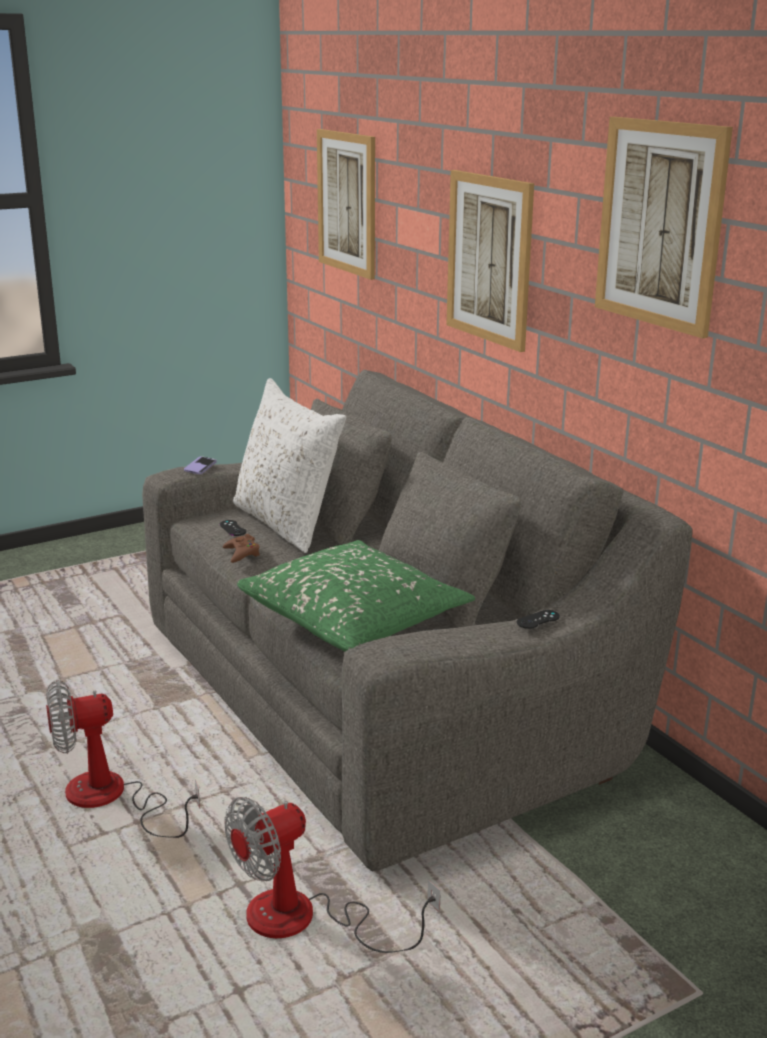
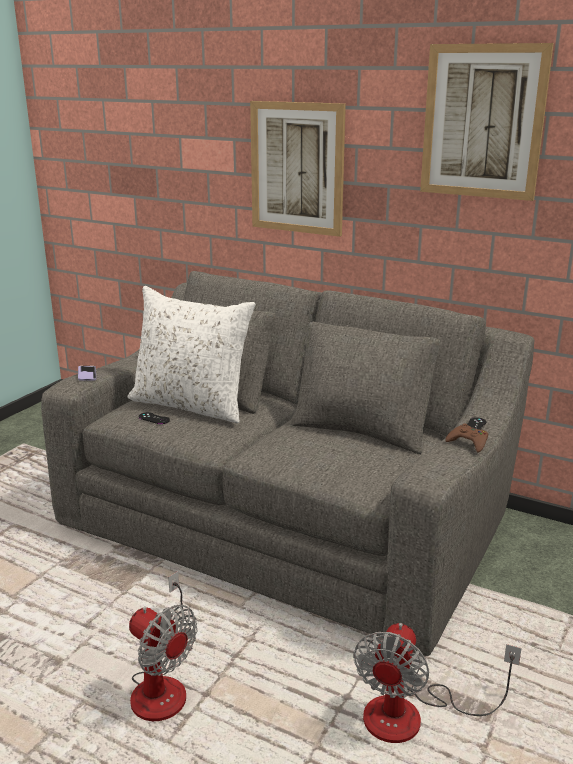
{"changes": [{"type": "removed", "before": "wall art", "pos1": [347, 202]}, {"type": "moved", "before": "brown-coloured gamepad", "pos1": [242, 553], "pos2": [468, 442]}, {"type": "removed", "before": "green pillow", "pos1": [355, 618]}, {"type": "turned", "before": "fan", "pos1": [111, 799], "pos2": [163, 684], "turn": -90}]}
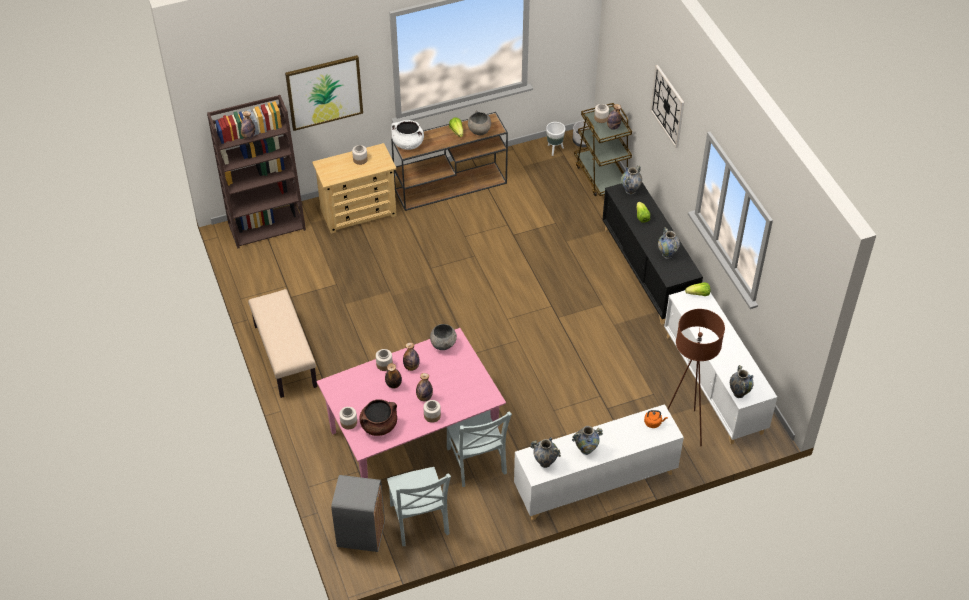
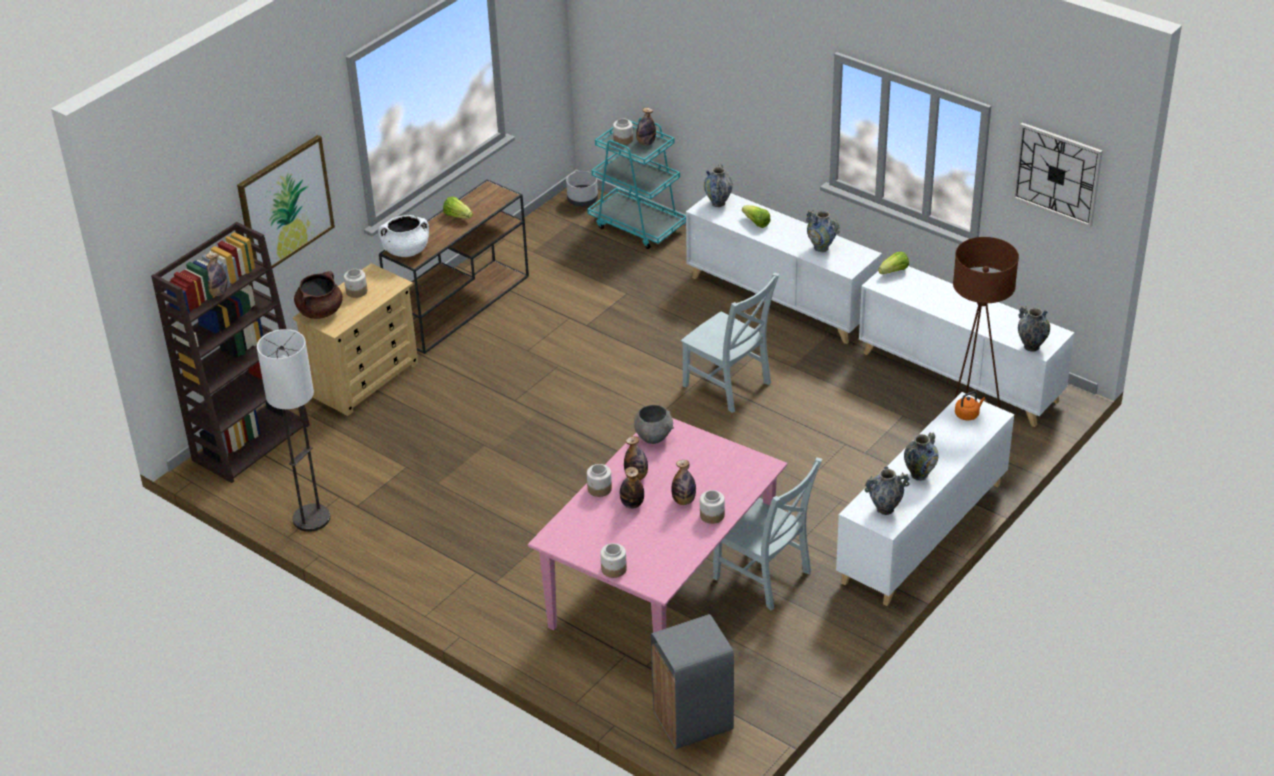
{"changes": [{"type": "moved", "before": "clock on the wall", "pos1": [668, 106], "pos2": [1057, 174]}, {"type": "recoloured", "before": "brown-coloured wheeled cart", "after": "turquoise-coloured wheeled cart", "pos1": [602, 176], "pos2": [637, 226]}, {"type": "removed", "before": "gray bowl", "pos1": [479, 131]}, {"type": "removed", "before": "white planter", "pos1": [554, 149]}, {"type": "recoloured", "before": "black-coloured cabinet", "after": "white cabinet", "pos1": [647, 271], "pos2": [781, 299]}, {"type": "removed", "before": "sand-coloured bench", "pos1": [284, 356]}, {"type": "moved", "before": "brown-coloured stockpot", "pos1": [379, 425], "pos2": [320, 311]}, {"type": "moved", "before": "gray upright chair", "pos1": [419, 521], "pos2": [729, 386]}, {"type": "added", "after": "standard lamp", "pos2": [311, 519]}]}
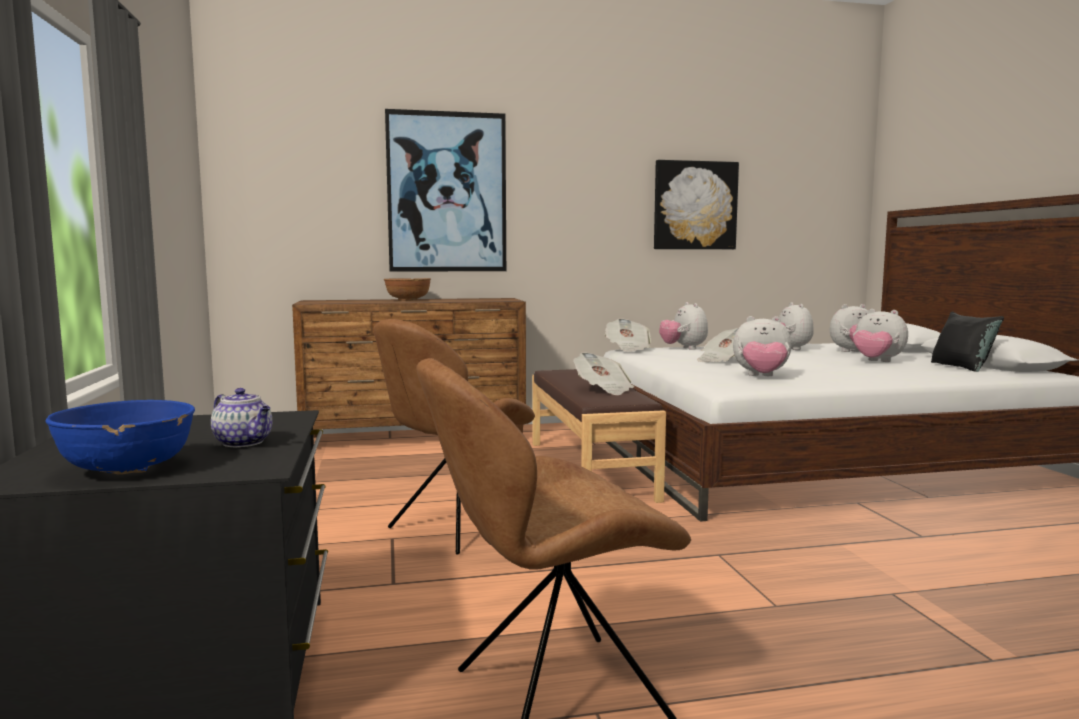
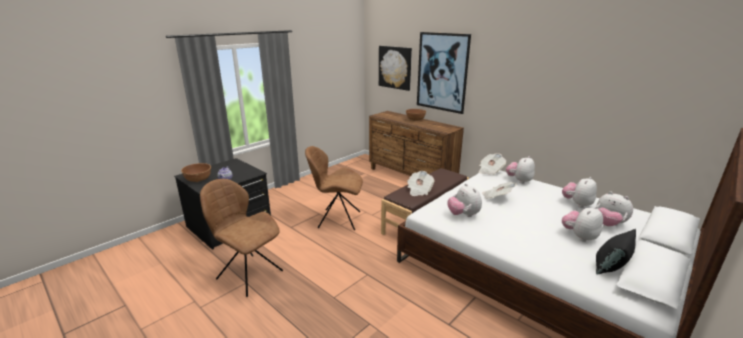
{"changes": [{"type": "moved", "before": "wall art", "pos1": [695, 205], "pos2": [395, 67]}, {"type": "turned", "before": "cuddly toy", "pos1": [877, 361], "pos2": [579, 236], "turn": 45}, {"type": "recoloured", "before": "blue-coloured bowl", "after": "brown-coloured bowl", "pos1": [127, 468], "pos2": [198, 179]}]}
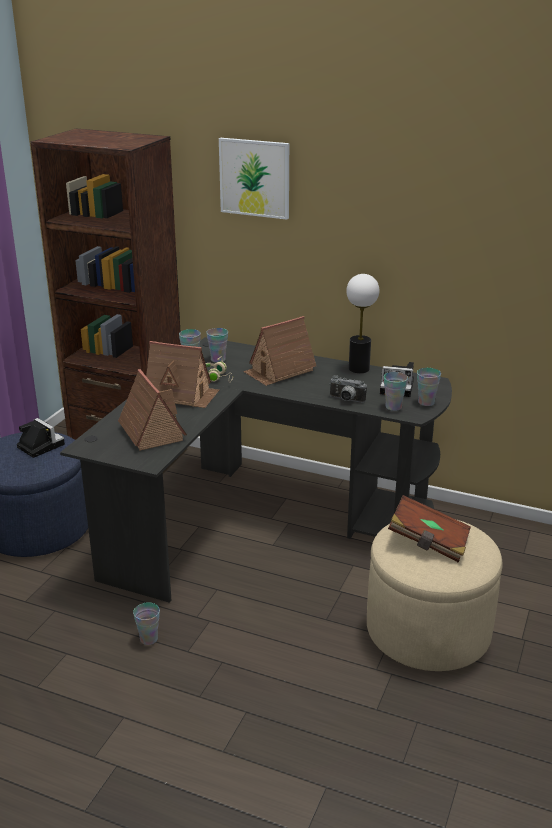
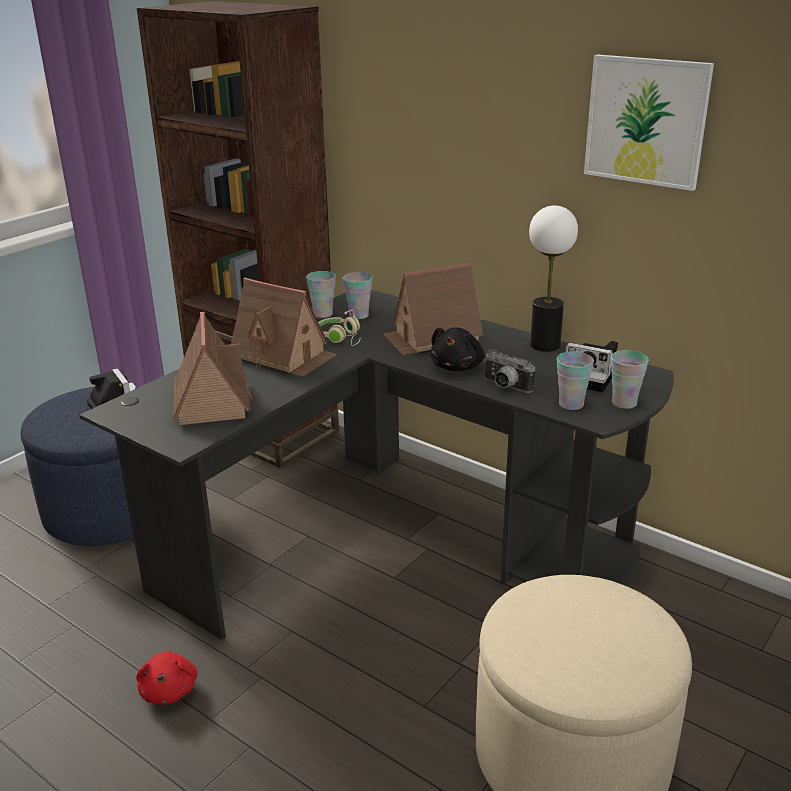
{"changes": [{"type": "moved", "before": "wall art", "pos1": [255, 178], "pos2": [646, 121]}, {"type": "removed", "before": "brown-coloured volume", "pos1": [428, 542]}, {"type": "replaced", "before": "drinking cup", "after": "red cuddly toy", "pos1": [148, 639], "pos2": [169, 690]}, {"type": "added", "after": "black-coloured cuddly toy", "pos2": [458, 366]}]}
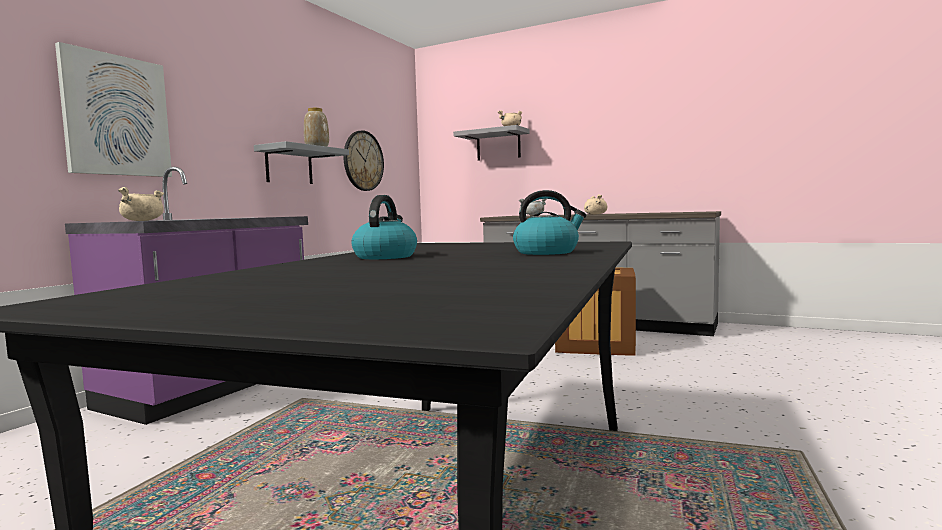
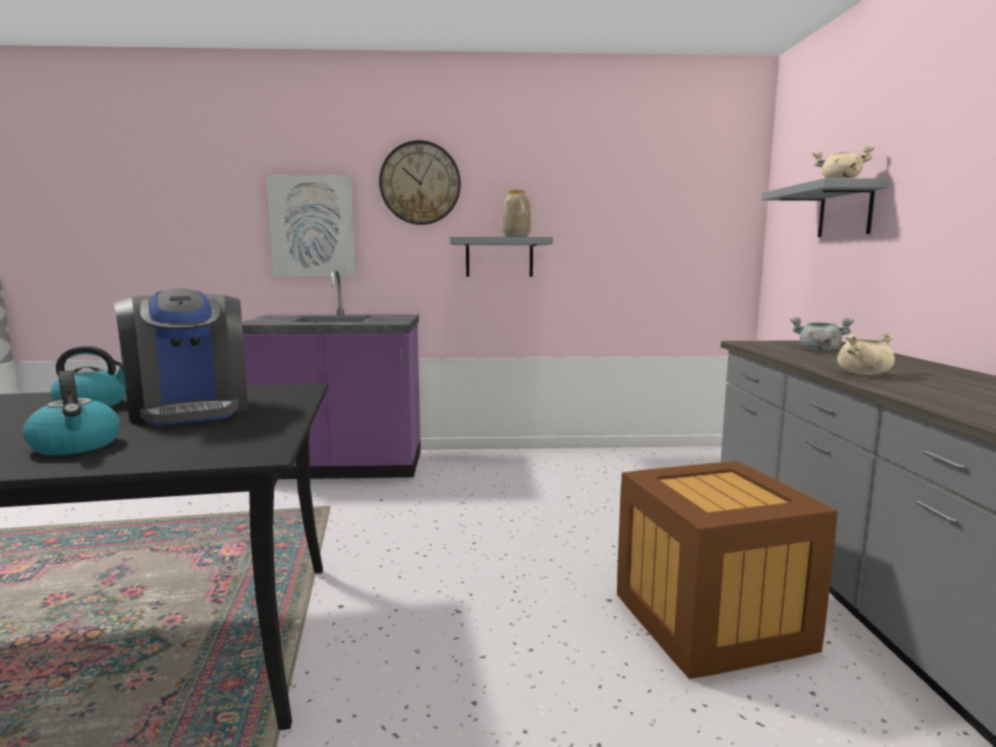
{"changes": [{"type": "moved", "before": "clock on the wall", "pos1": [363, 161], "pos2": [420, 183]}, {"type": "removed", "before": "sand-coloured stockpot", "pos1": [142, 220]}, {"type": "added", "after": "coffee maker", "pos2": [190, 409]}]}
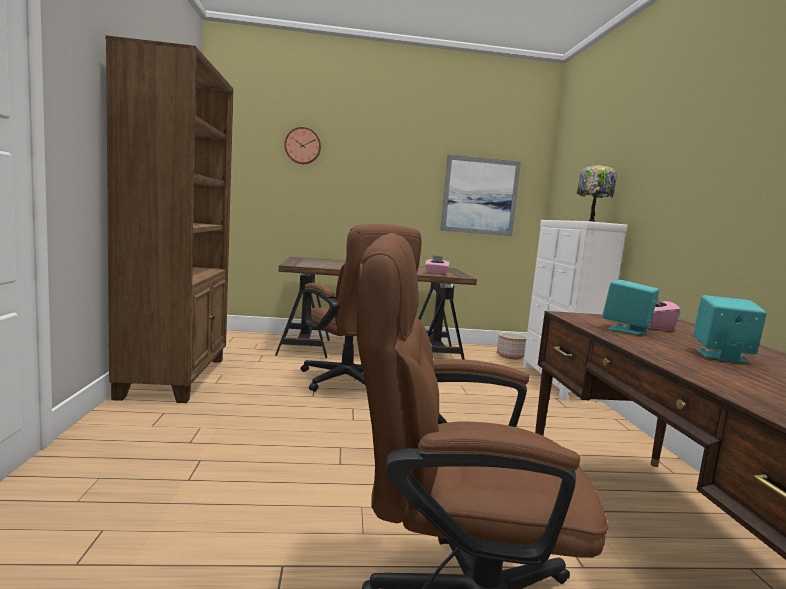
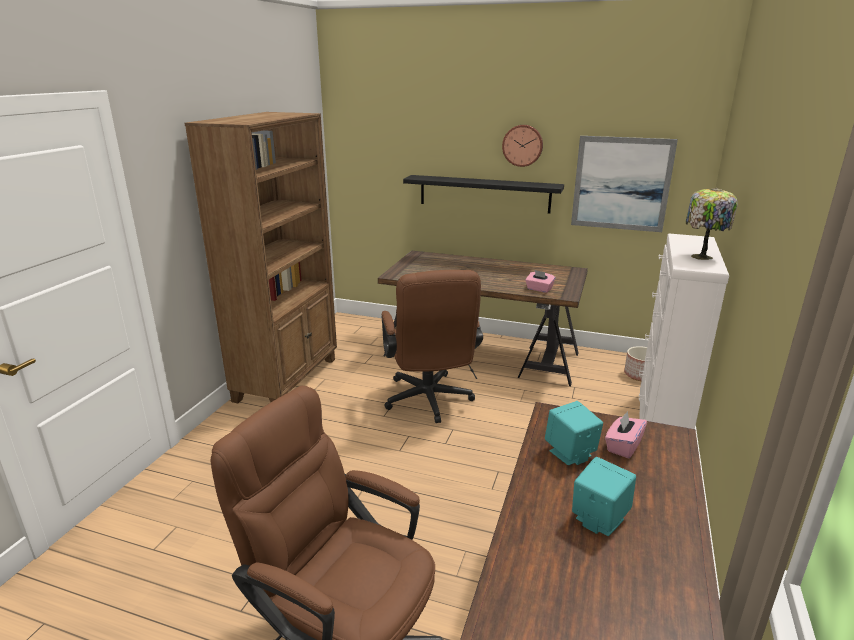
{"changes": [{"type": "moved", "before": "clock on the wall", "pos1": [303, 146], "pos2": [522, 145]}, {"type": "added", "after": "black-coloured wall shelf", "pos2": [484, 193]}]}
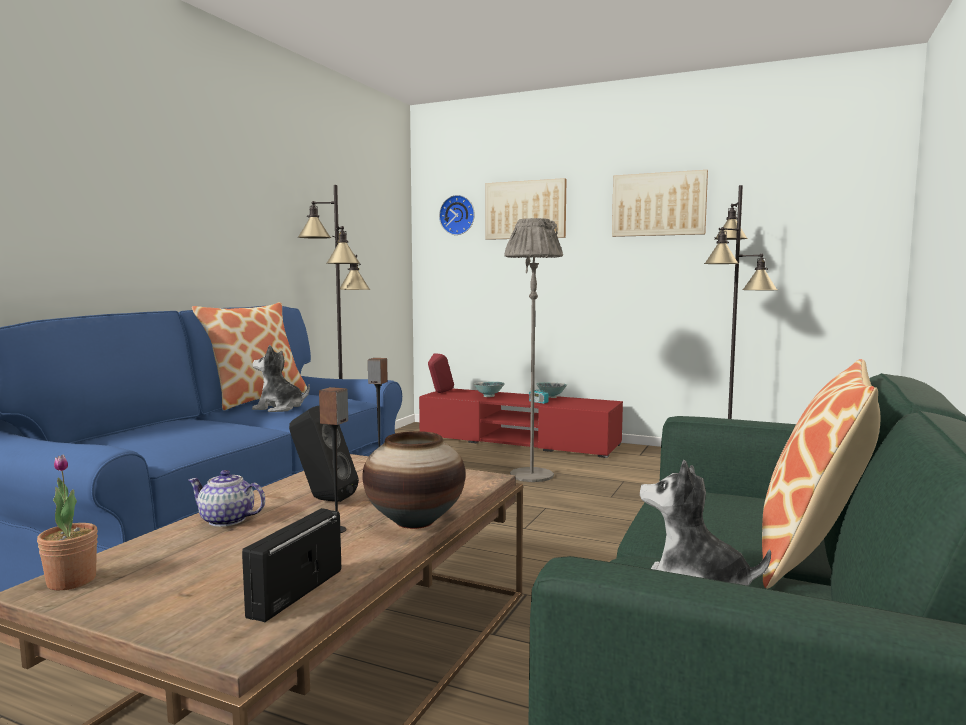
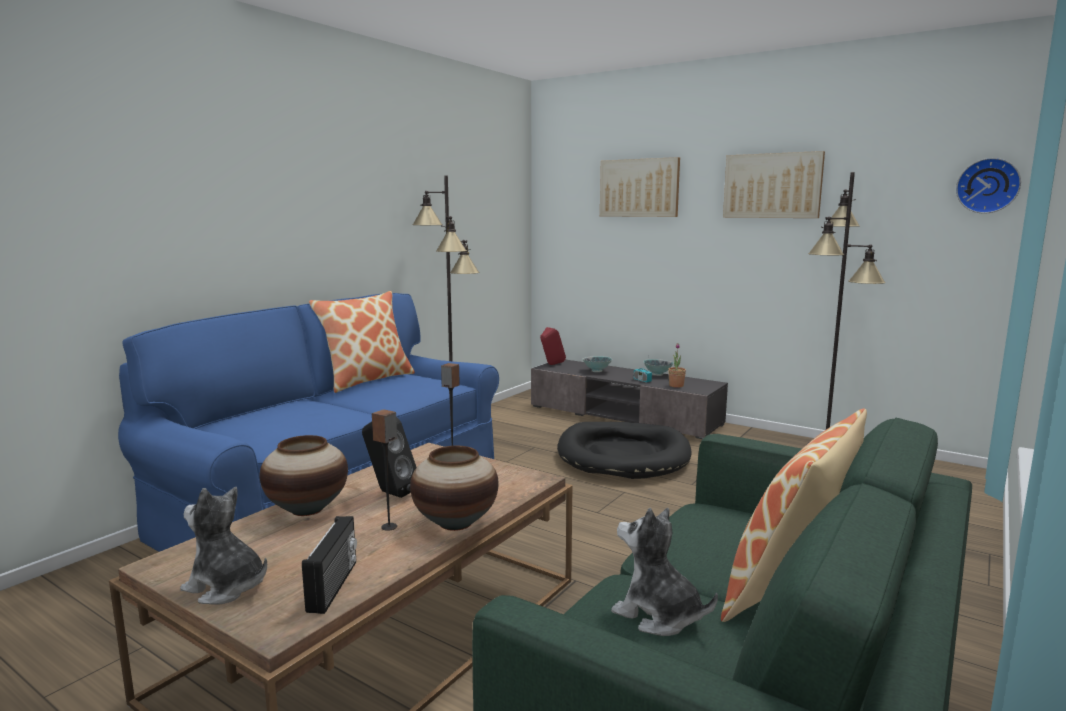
{"changes": [{"type": "moved", "before": "clock on the wall", "pos1": [458, 215], "pos2": [987, 186]}, {"type": "replaced", "before": "gray standard lamp", "after": "black-coloured dog bed", "pos1": [531, 475], "pos2": [623, 455]}, {"type": "moved", "before": "cuddly toy", "pos1": [279, 408], "pos2": [226, 587]}, {"type": "recoloured", "before": "red tv stand", "after": "gray tv stand", "pos1": [518, 441], "pos2": [623, 415]}, {"type": "moved", "before": "potted plant", "pos1": [71, 581], "pos2": [676, 385]}, {"type": "replaced", "before": "teapot", "after": "decorative vase", "pos1": [227, 520], "pos2": [307, 509]}, {"type": "turned", "before": "radio receiver", "pos1": [294, 592], "pos2": [334, 586], "turn": 150}]}
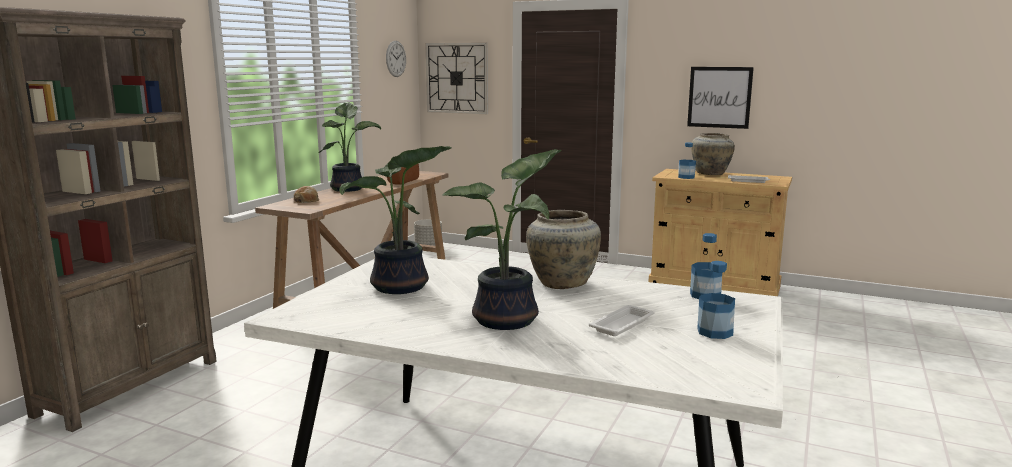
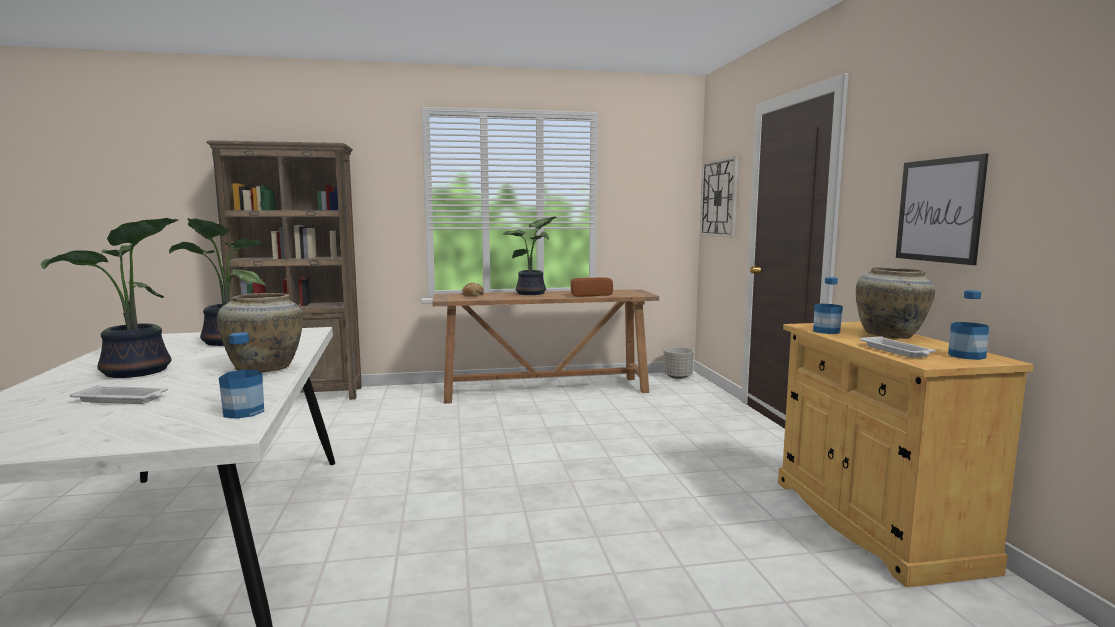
{"changes": [{"type": "removed", "before": "clock on the wall", "pos1": [396, 59]}, {"type": "moved", "before": "bottle", "pos1": [715, 332], "pos2": [966, 356]}]}
